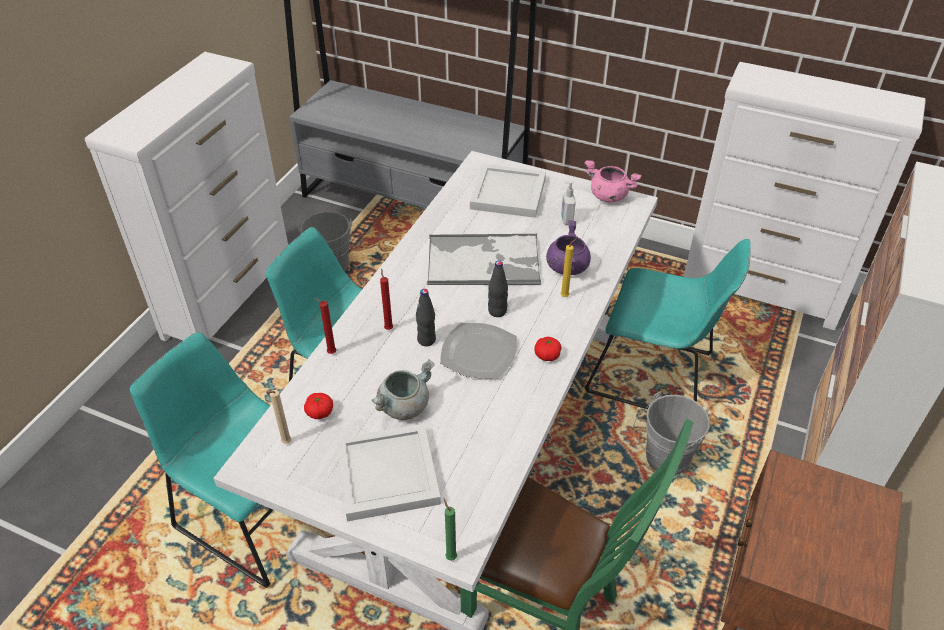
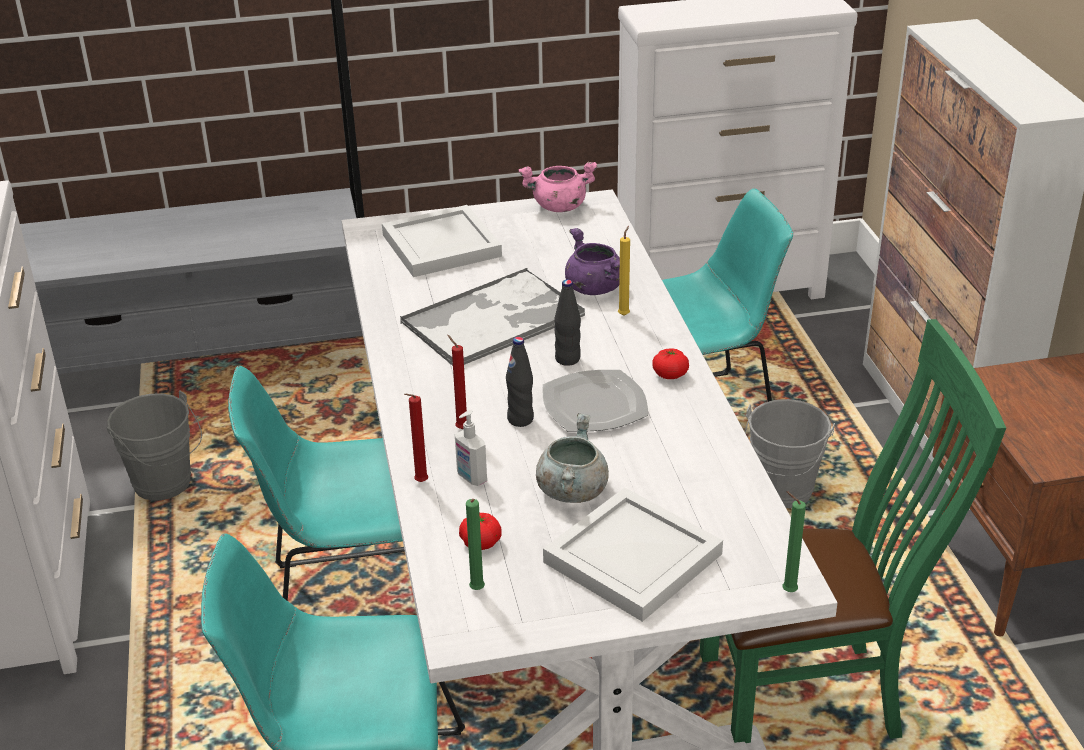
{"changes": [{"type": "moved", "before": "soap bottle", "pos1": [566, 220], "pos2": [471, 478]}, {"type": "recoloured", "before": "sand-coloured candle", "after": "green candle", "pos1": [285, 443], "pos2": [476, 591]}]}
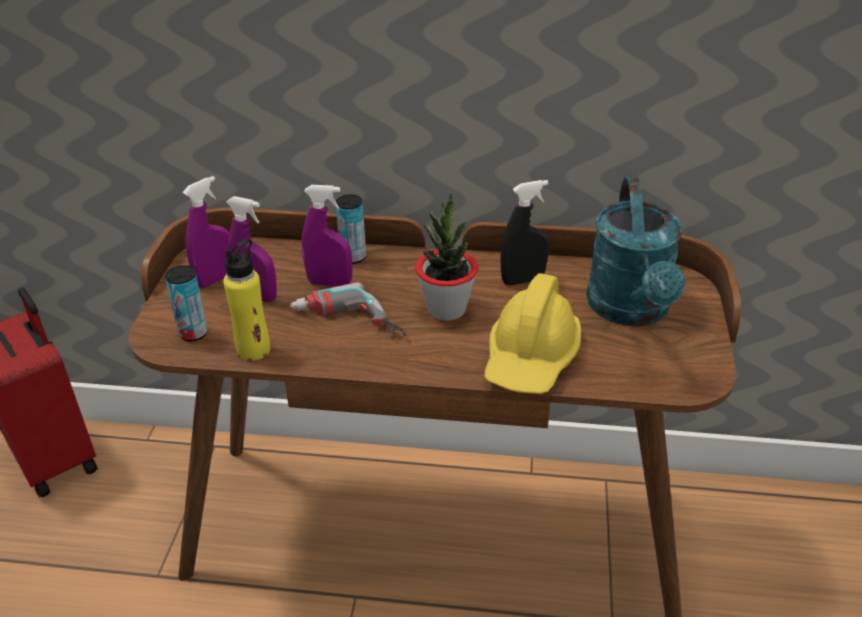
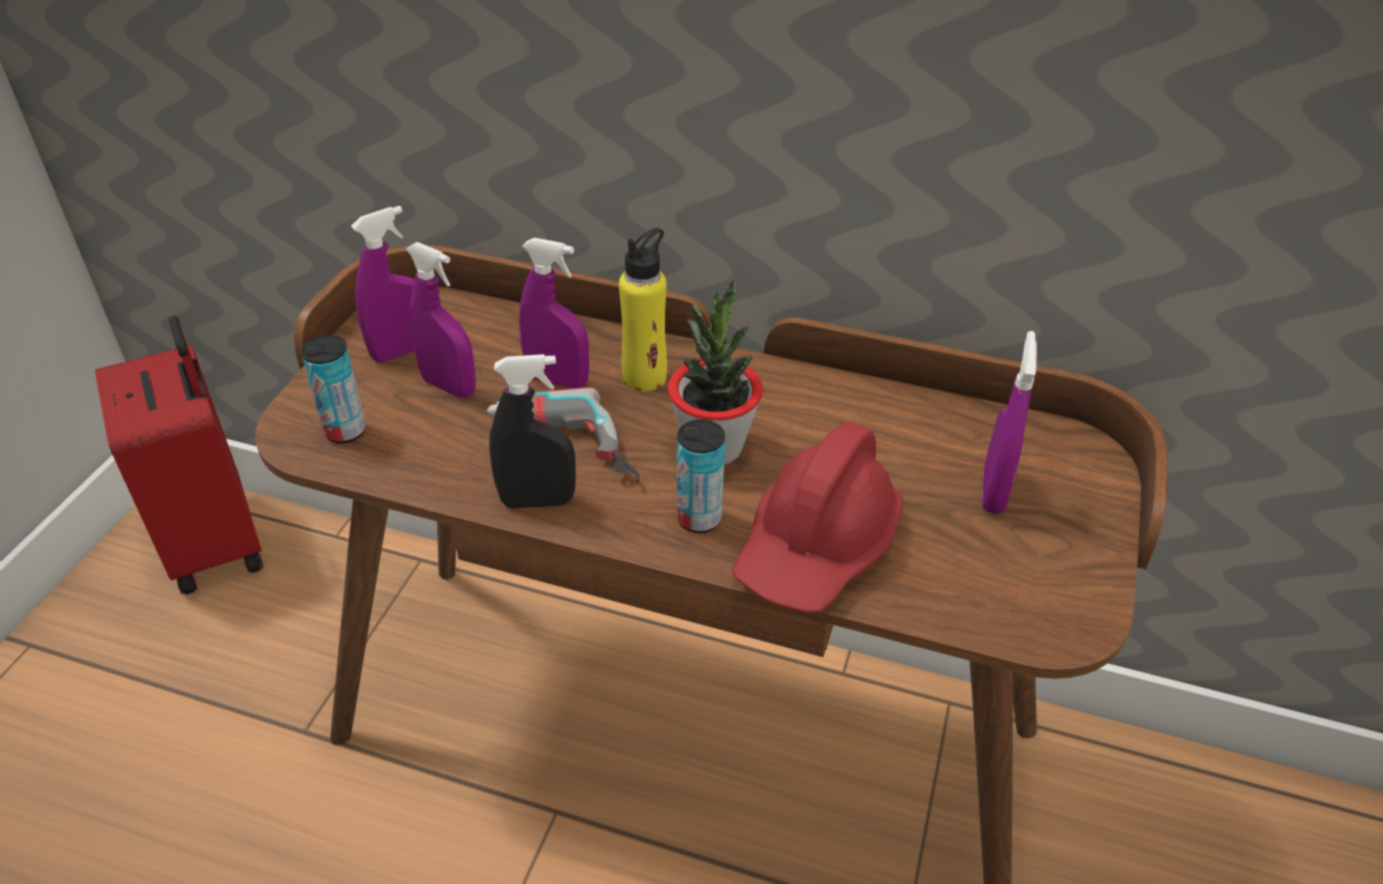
{"changes": [{"type": "replaced", "before": "turquoise-coloured watering can", "after": "purplish sprayer", "pos1": [631, 311], "pos2": [993, 492]}, {"type": "moved", "before": "black-coloured sprayer", "pos1": [523, 280], "pos2": [537, 501]}, {"type": "moved", "before": "can", "pos1": [353, 257], "pos2": [699, 519]}, {"type": "moved", "before": "yellow bottle", "pos1": [253, 349], "pos2": [645, 377]}, {"type": "recoloured", "before": "yellow work helmet", "after": "red work helmet", "pos1": [531, 358], "pos2": [817, 547]}]}
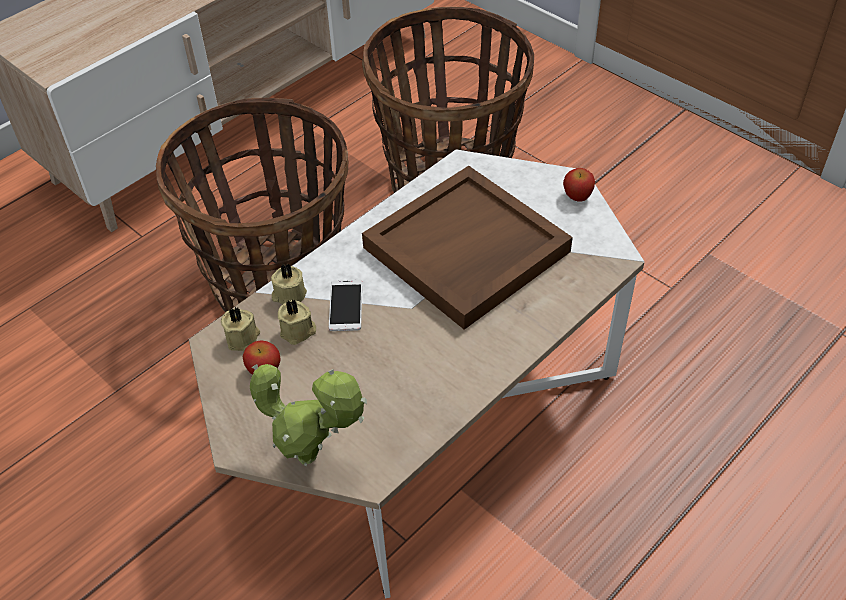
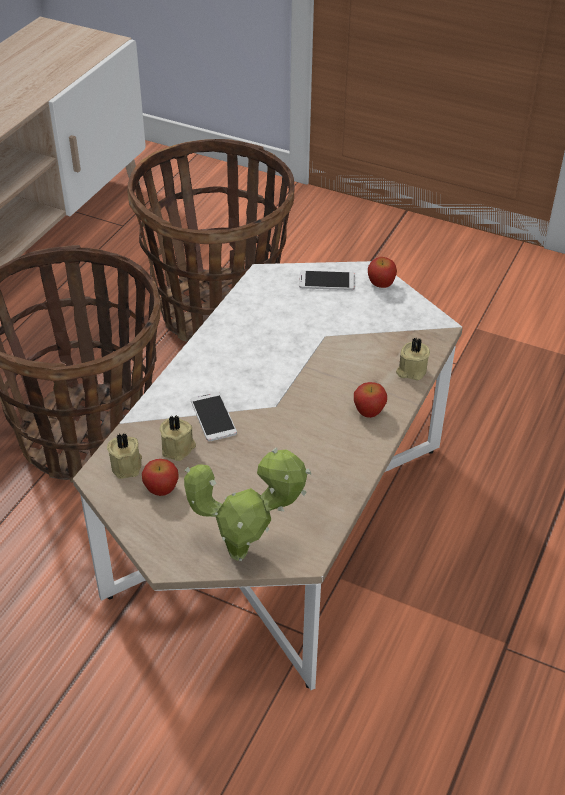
{"changes": [{"type": "removed", "before": "brown-coloured tray", "pos1": [466, 251]}, {"type": "moved", "before": "sand-coloured candle", "pos1": [289, 295], "pos2": [411, 370]}, {"type": "added", "after": "handset", "pos2": [327, 281]}, {"type": "added", "after": "apple fruit", "pos2": [369, 411]}]}
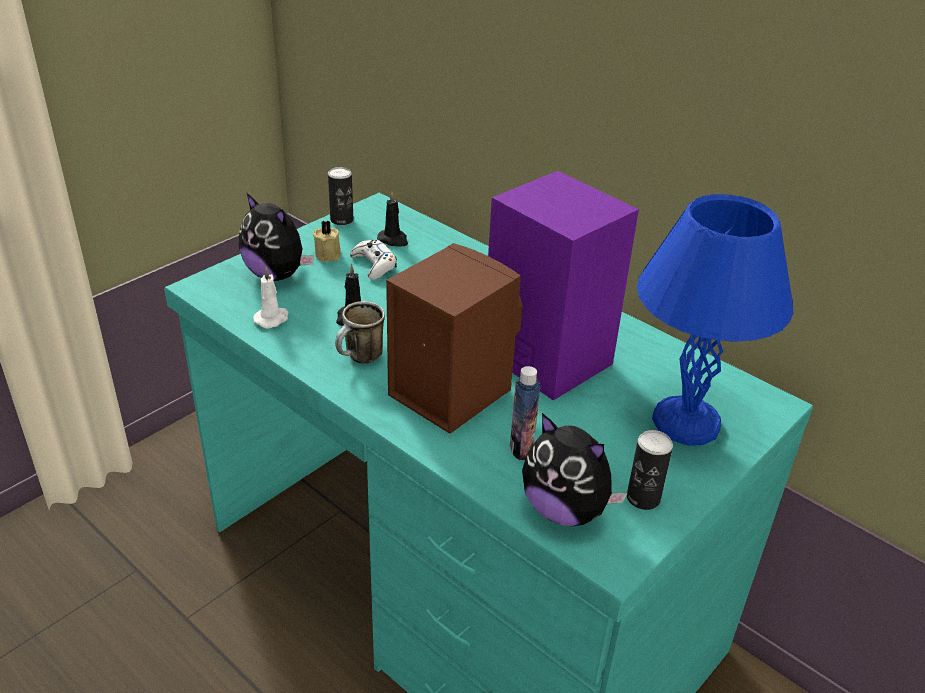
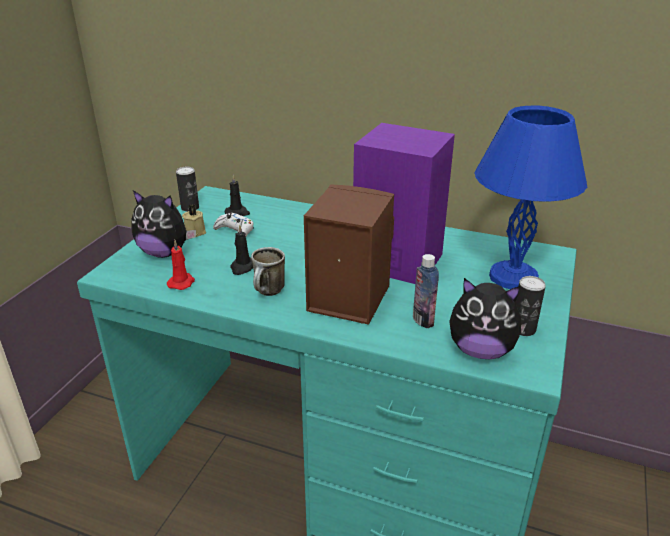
{"changes": [{"type": "recoloured", "before": "white candle", "after": "red candle", "pos1": [272, 319], "pos2": [182, 282]}]}
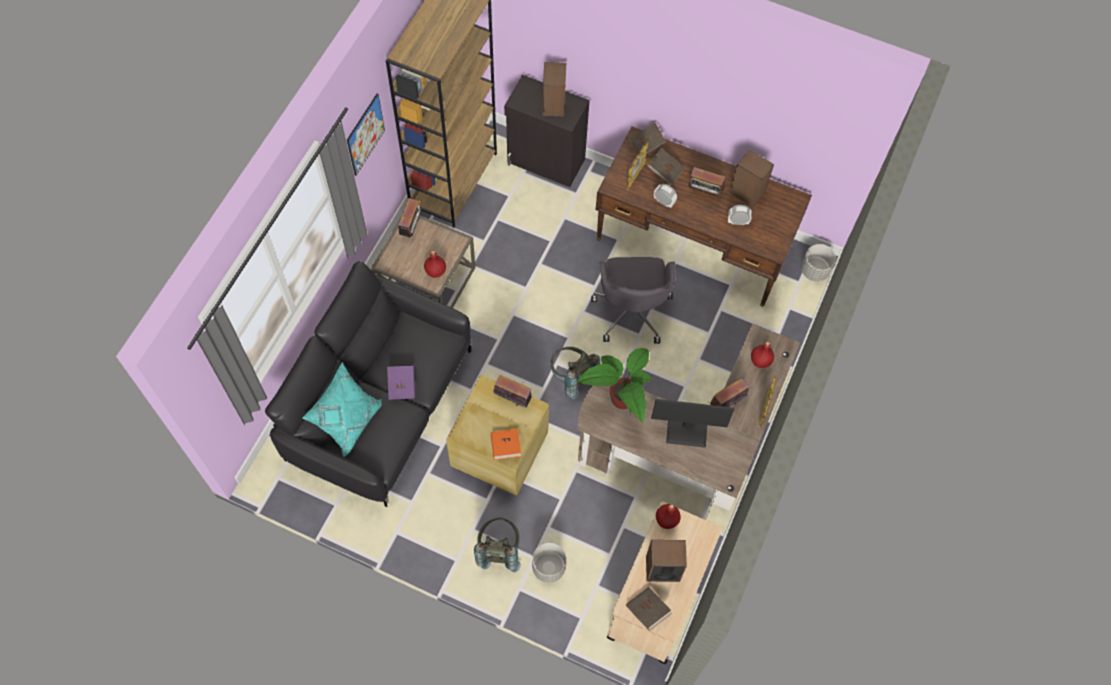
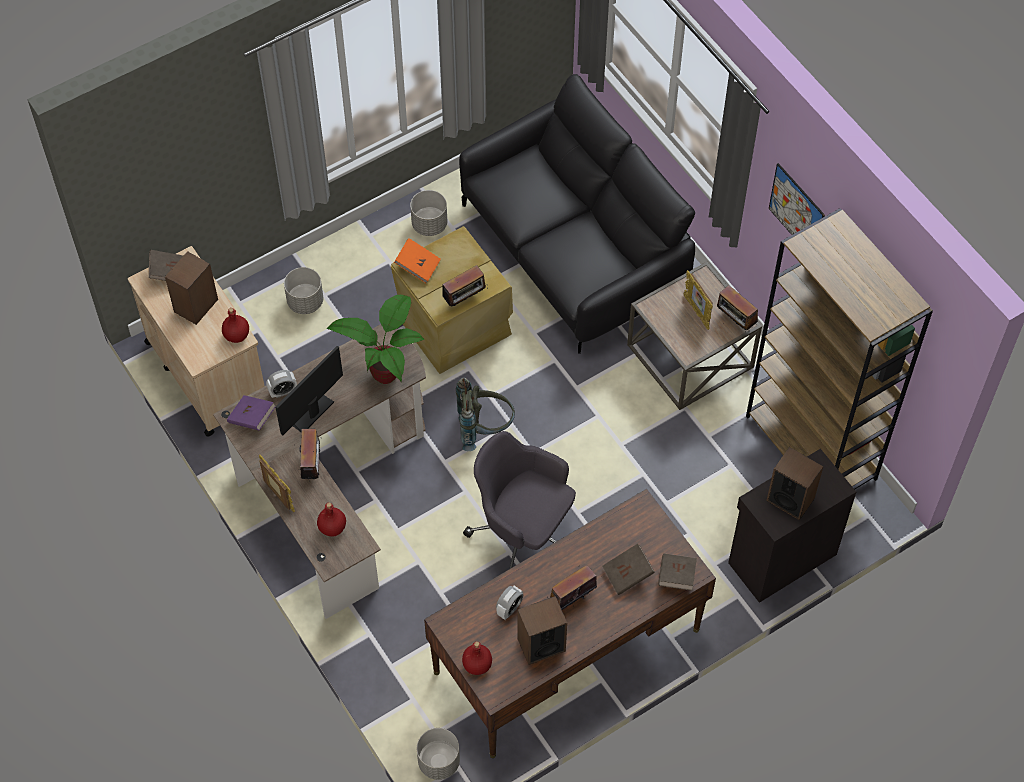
{"changes": [{"type": "moved", "before": "standing frame", "pos1": [635, 176], "pos2": [696, 312]}, {"type": "moved", "before": "bedside clock", "pos1": [664, 202], "pos2": [283, 392]}, {"type": "moved", "before": "red bottle", "pos1": [435, 271], "pos2": [477, 665]}, {"type": "removed", "before": "turquoise-coloured pillow", "pos1": [348, 420]}, {"type": "moved", "before": "purplish volume", "pos1": [402, 386], "pos2": [252, 418]}, {"type": "removed", "before": "gray knapsack", "pos1": [498, 550]}, {"type": "added", "after": "gray planter", "pos2": [429, 224]}]}
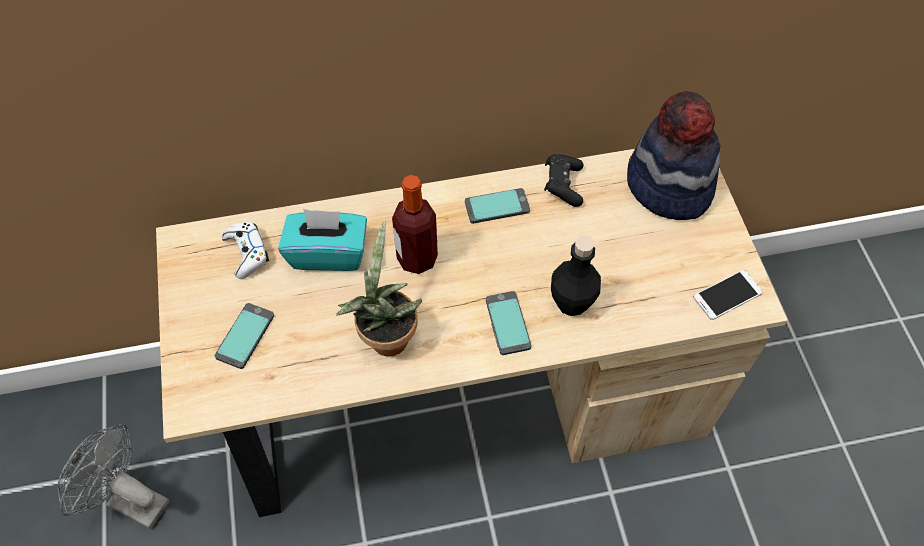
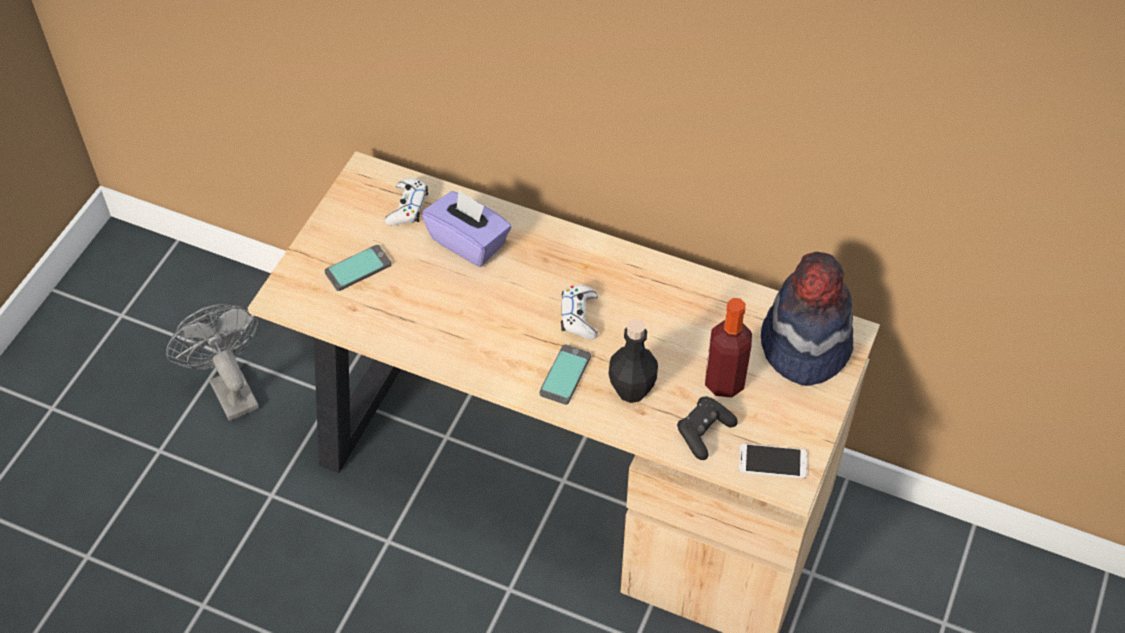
{"changes": [{"type": "moved", "before": "black-coloured gamepad", "pos1": [563, 185], "pos2": [703, 432]}, {"type": "moved", "before": "bottle", "pos1": [417, 258], "pos2": [724, 382]}, {"type": "removed", "before": "handset", "pos1": [497, 206]}, {"type": "recoloured", "before": "turquoise-coloured box of tissues", "after": "purplish box of tissues", "pos1": [328, 253], "pos2": [469, 242]}, {"type": "removed", "before": "potted plant", "pos1": [386, 335]}, {"type": "added", "after": "white gamepad", "pos2": [579, 316]}]}
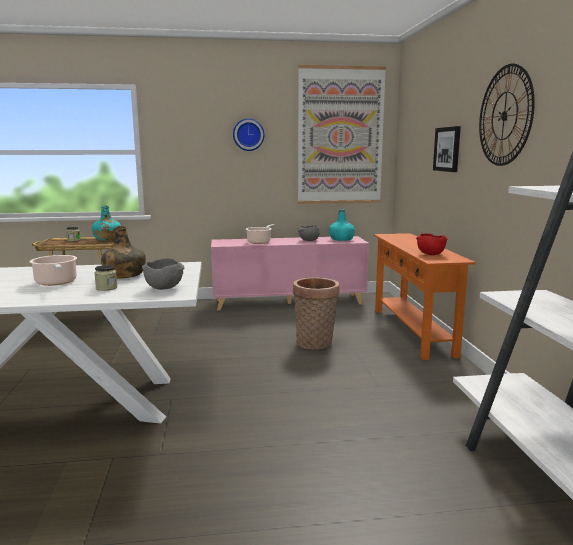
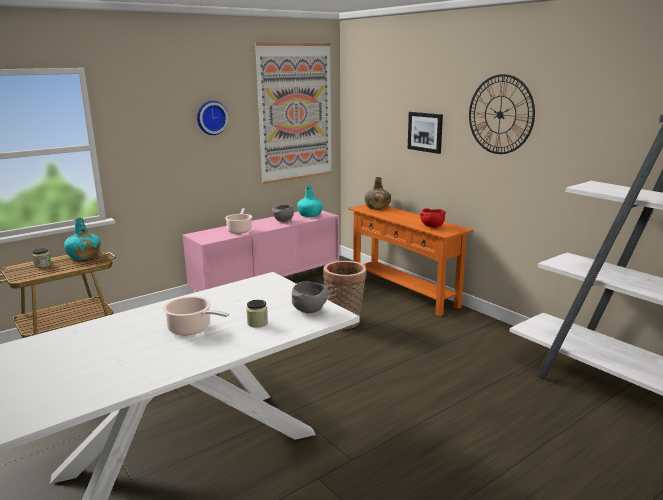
{"changes": [{"type": "moved", "before": "green bottle", "pos1": [124, 275], "pos2": [377, 207]}]}
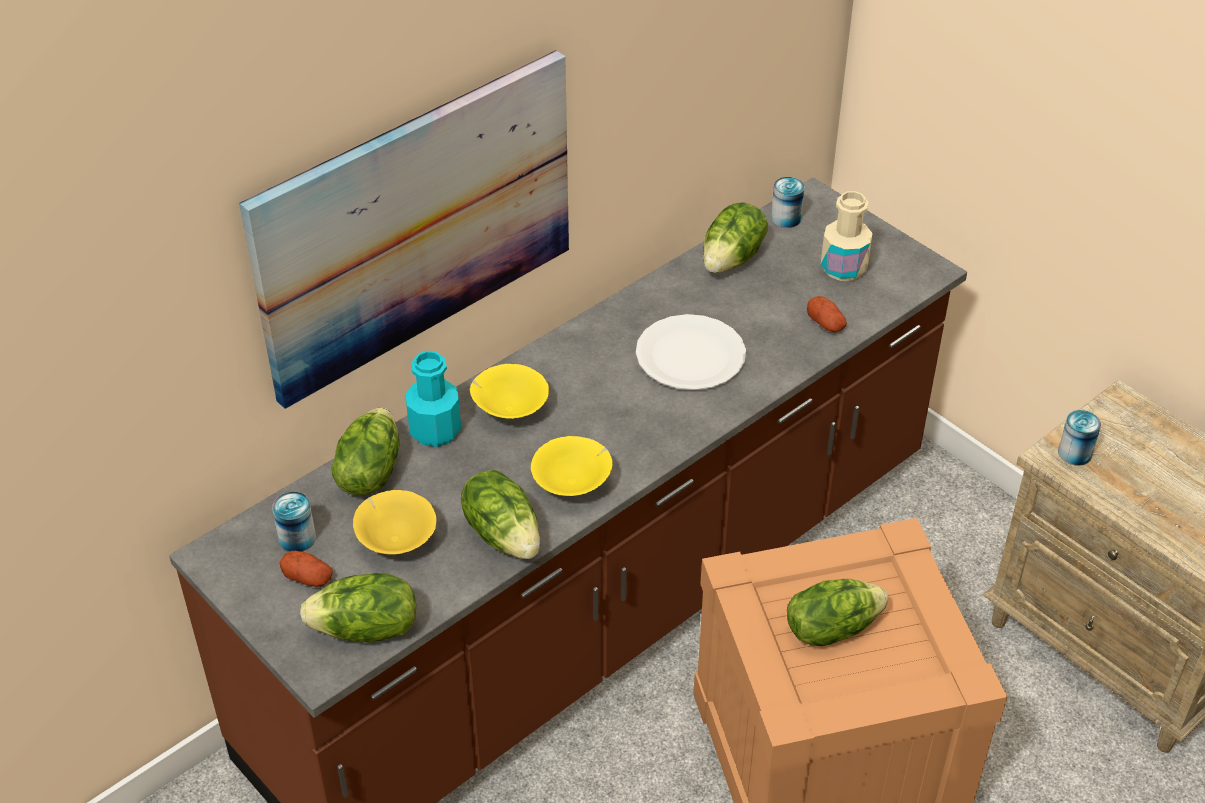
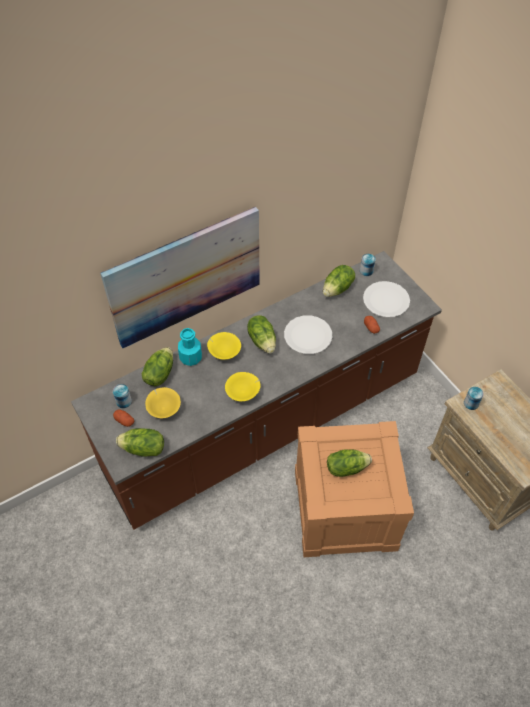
{"changes": [{"type": "replaced", "before": "sand-coloured bottle", "after": "white flat dish", "pos1": [843, 268], "pos2": [386, 300]}, {"type": "moved", "before": "head of lettuce", "pos1": [504, 534], "pos2": [262, 341]}]}
